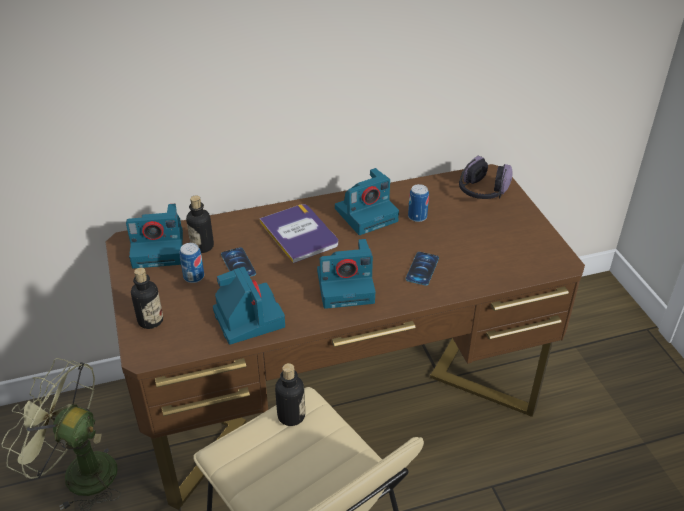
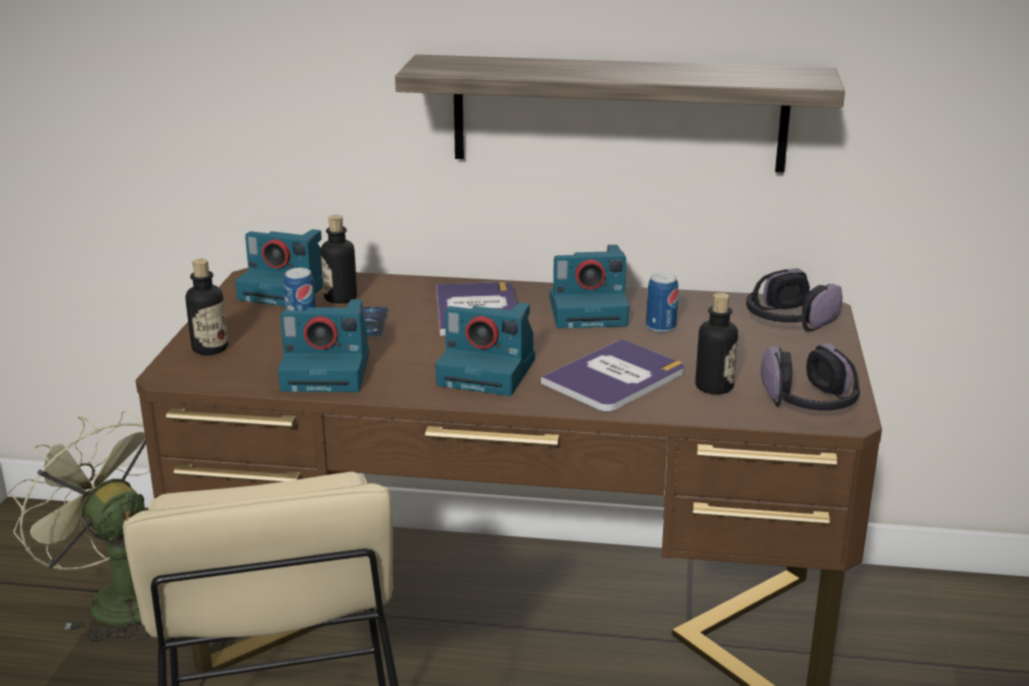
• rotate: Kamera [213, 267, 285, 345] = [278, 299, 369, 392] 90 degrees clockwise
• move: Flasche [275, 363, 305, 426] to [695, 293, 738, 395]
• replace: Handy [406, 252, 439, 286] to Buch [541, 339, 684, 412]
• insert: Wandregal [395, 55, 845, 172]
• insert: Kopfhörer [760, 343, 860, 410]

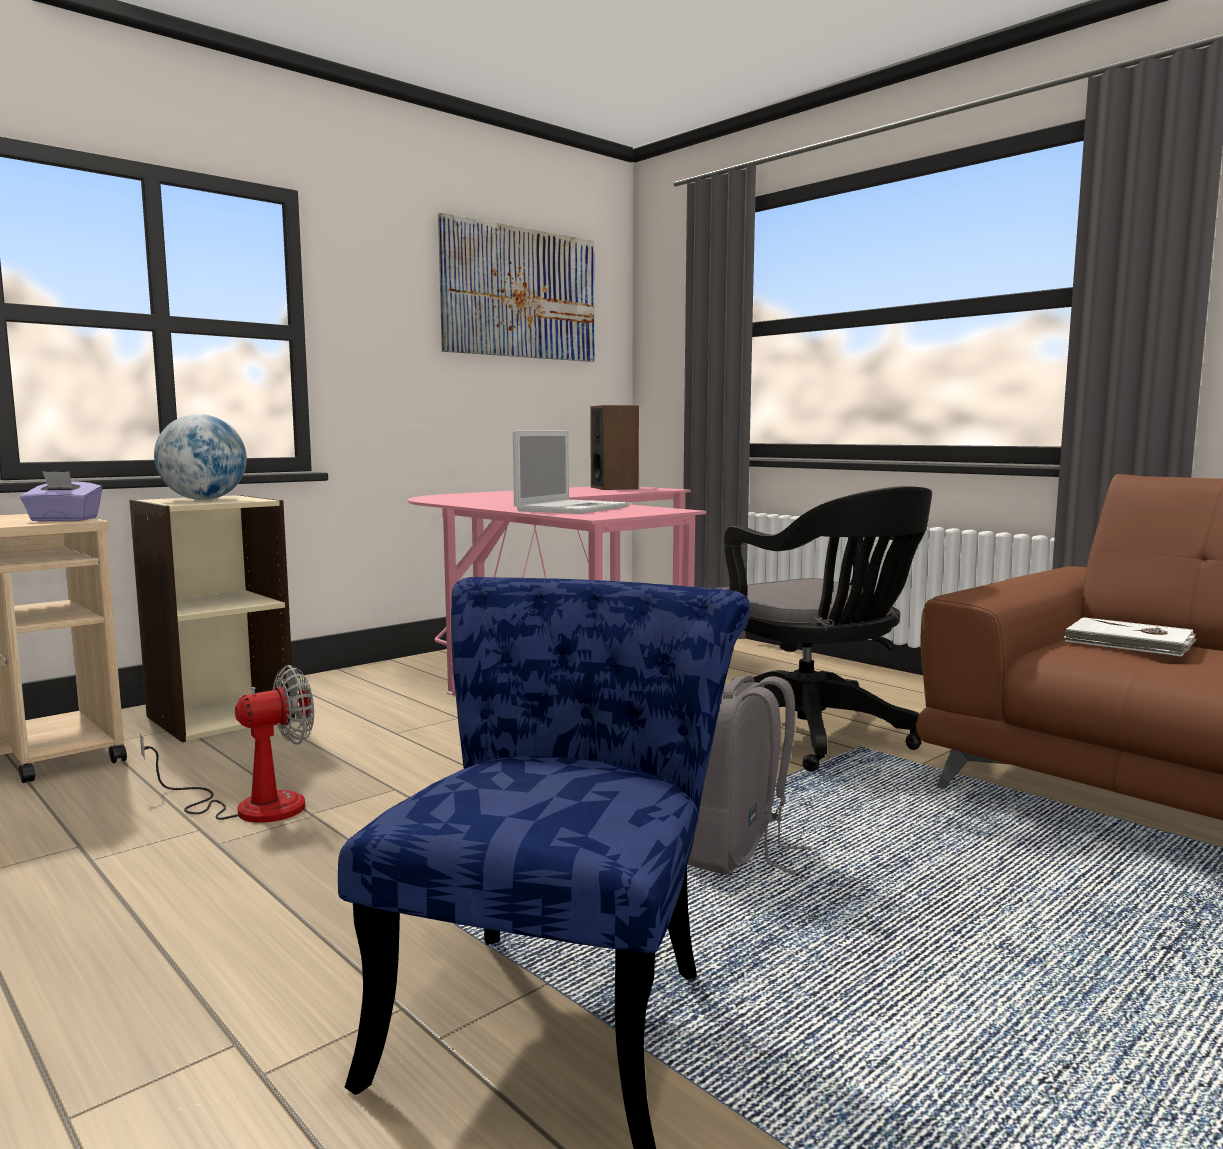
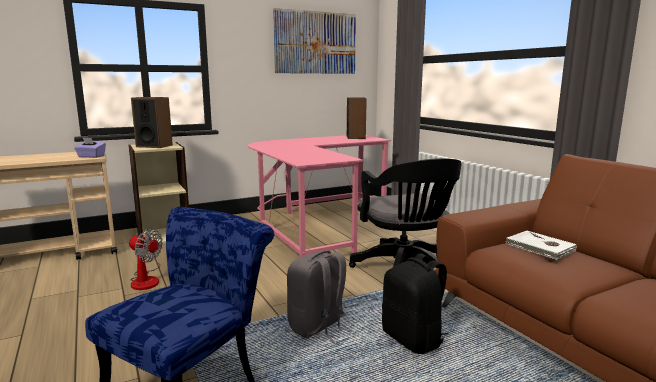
• rotate: Ventilator [140, 665, 314, 823] = [129, 229, 163, 290] 45 degrees clockwise
• replace: Globus [154, 414, 247, 500] to Lautsprecher [131, 97, 173, 148]
• delete: Laptop [513, 430, 629, 514]
• insert: Rucksack (schwarz) [382, 254, 449, 354]

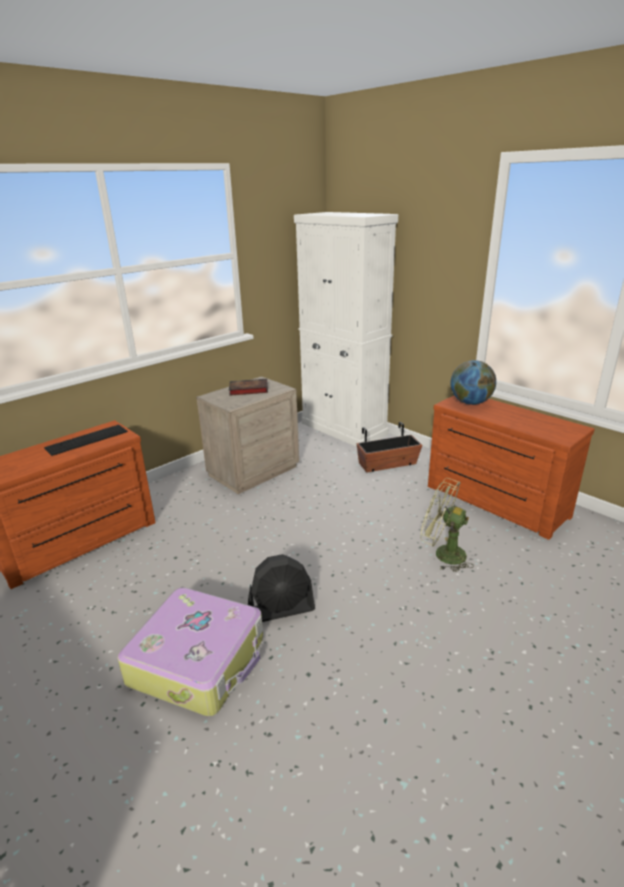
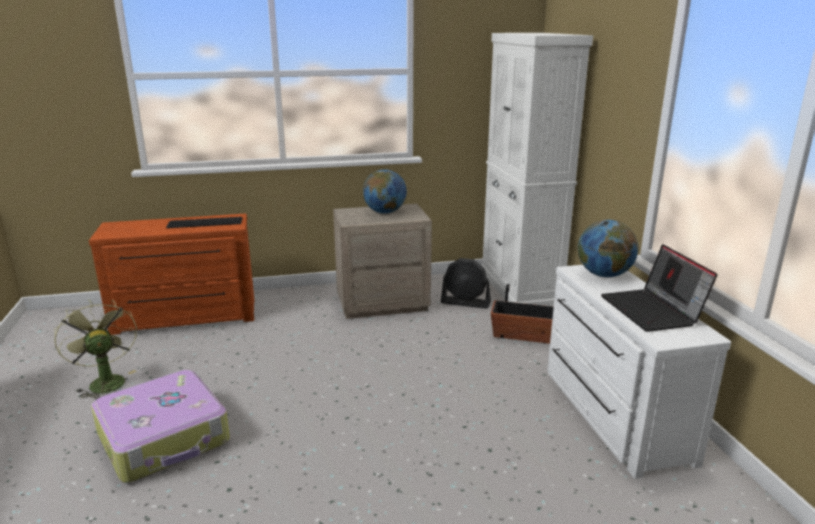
• replace: Buch [229, 379, 268, 396] to Globus [363, 169, 407, 214]
• move: Ventilator (schwarz) [248, 554, 315, 622] to [441, 258, 491, 309]
• move: Ventilator (grün) [421, 478, 474, 572] to [54, 299, 137, 400]
• recolor: Kommode (braun) [428, 396, 595, 540] to Kommode (weiß) [547, 265, 731, 479]
• insert: Laptop [601, 244, 718, 332]

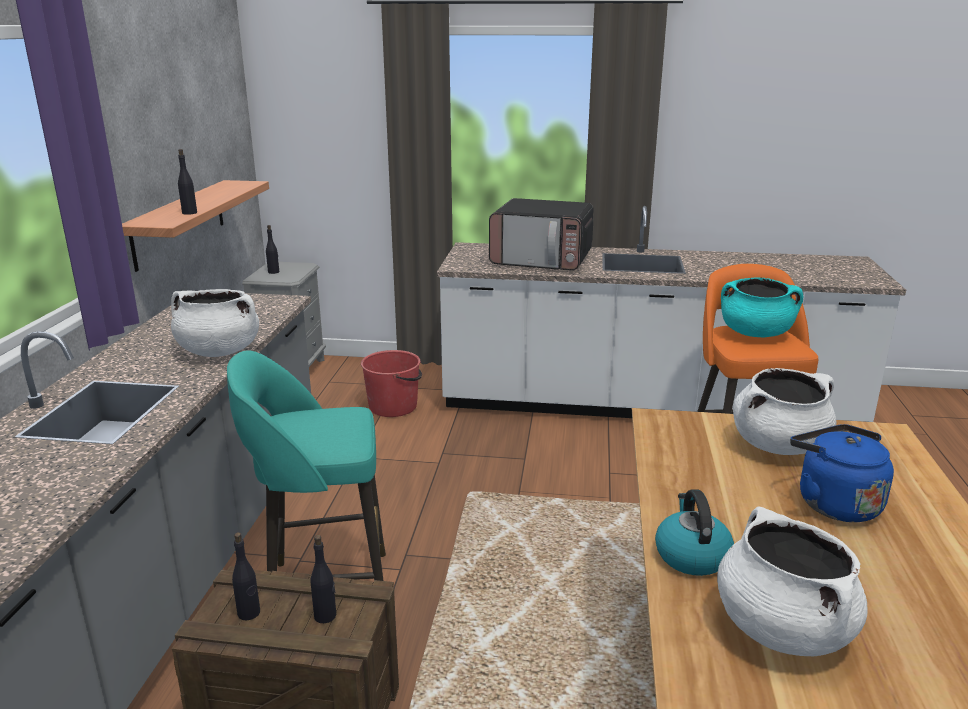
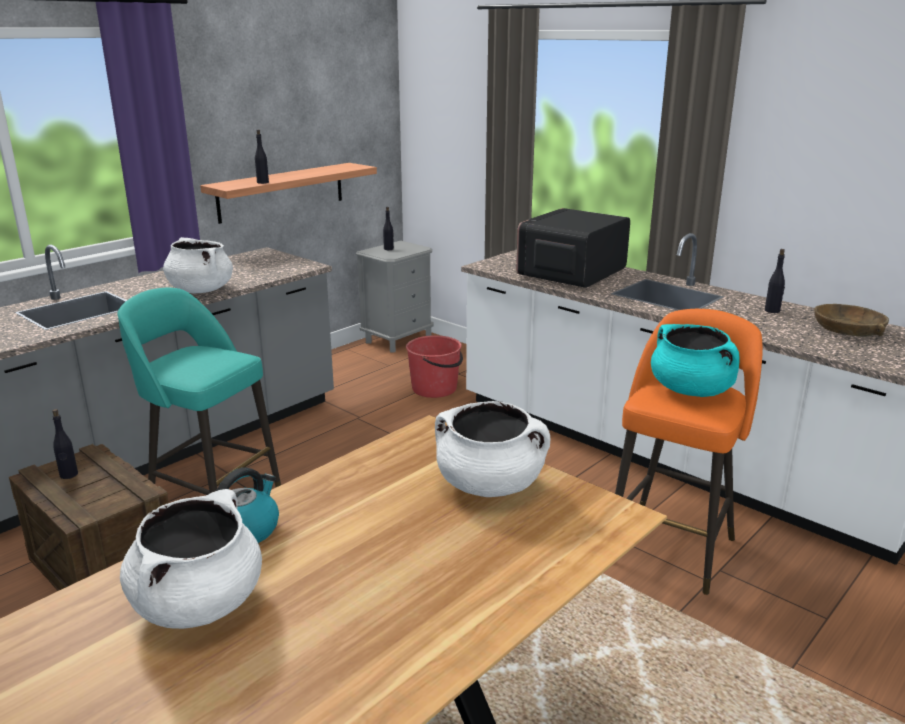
• move: Flasche (schwarz) [310, 535, 336, 623] to [765, 249, 785, 313]
• rotate: Mikrowelle [489, 198, 594, 271] = [516, 208, 630, 288] 75 degrees clockwise
• delete: Wasserkessel (blau) [790, 424, 894, 522]
• insert: Schüssel (braun) [814, 304, 889, 337]

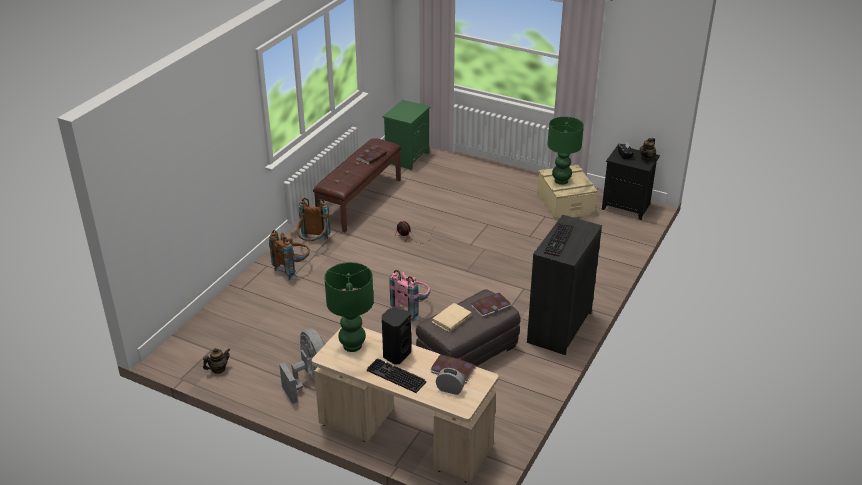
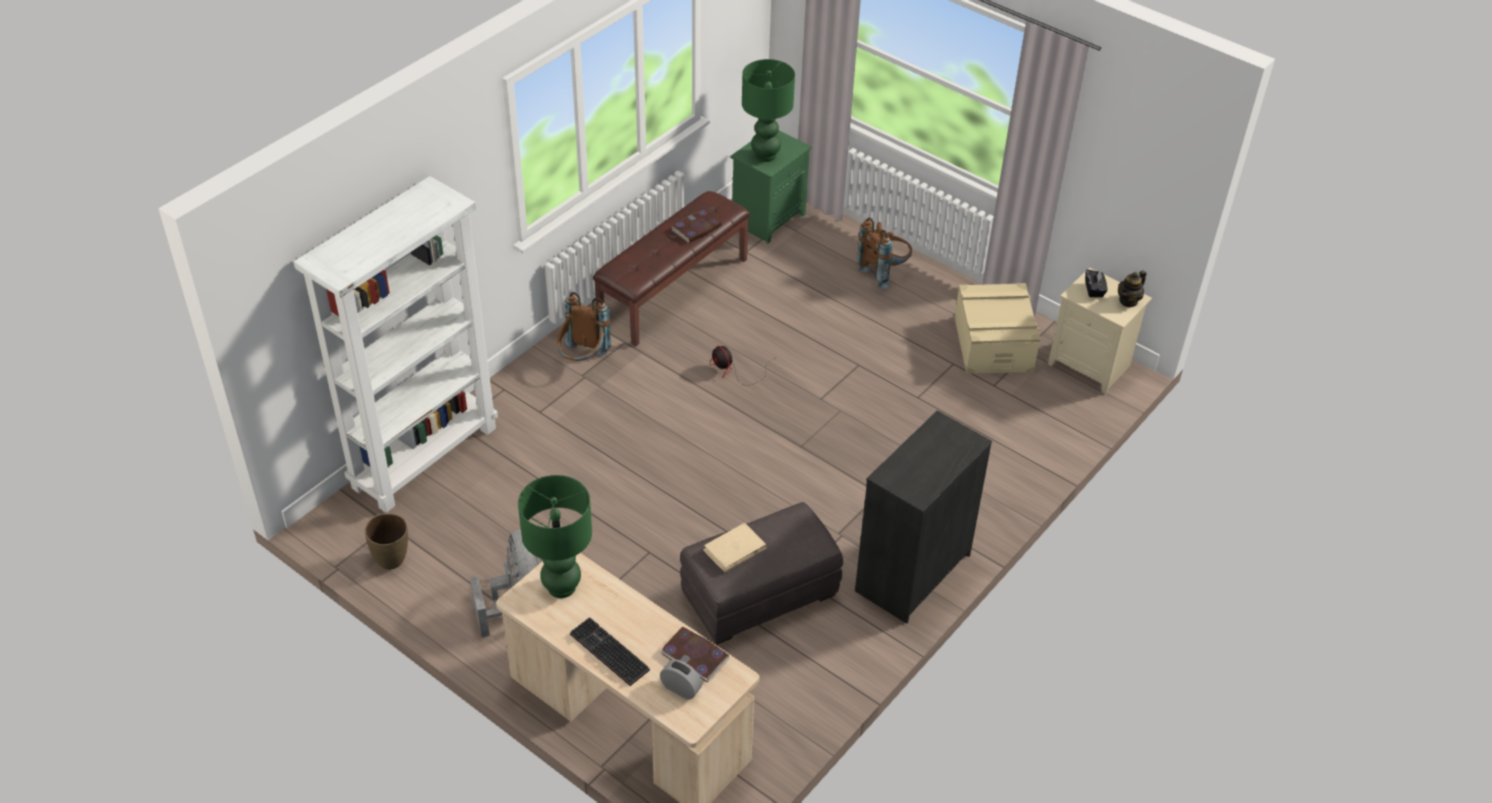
• replace: Teekanne [203, 348, 230, 374] to Vase (braun) [364, 513, 408, 570]
• move: Rucksack (braun) [269, 230, 310, 280] to [857, 218, 912, 289]
• delete: Lautsprecher (schwarz) [382, 307, 411, 365]
• delete: Rucksack (rosa) [389, 270, 430, 322]
• delete: Buch [471, 293, 511, 317]
• delete: Tastatur [544, 223, 573, 256]
• move: Tischlampe (grün) [547, 117, 584, 185] to [742, 59, 795, 162]
• recolor: Nachttisch (schwarz) [602, 145, 660, 220] to Nachttisch (beige) [1048, 267, 1152, 394]
• insert: Bücherregal (weiß) [293, 176, 498, 513]

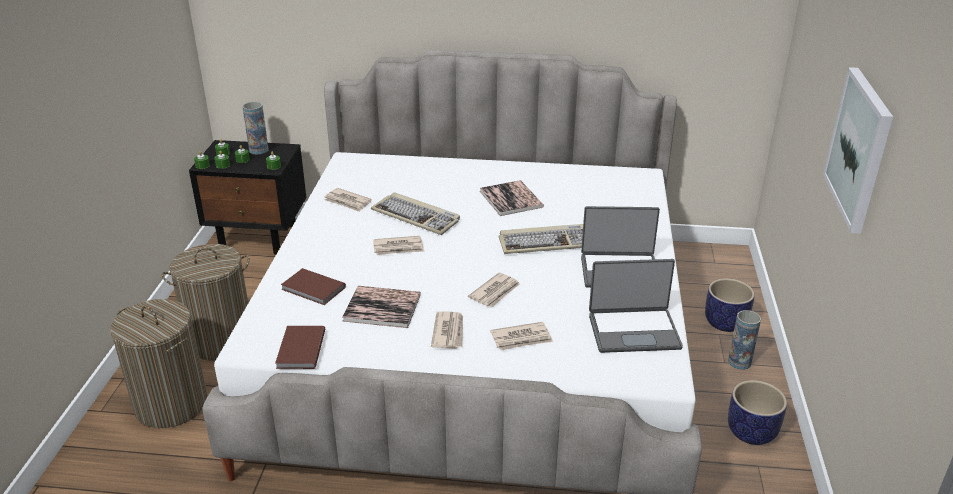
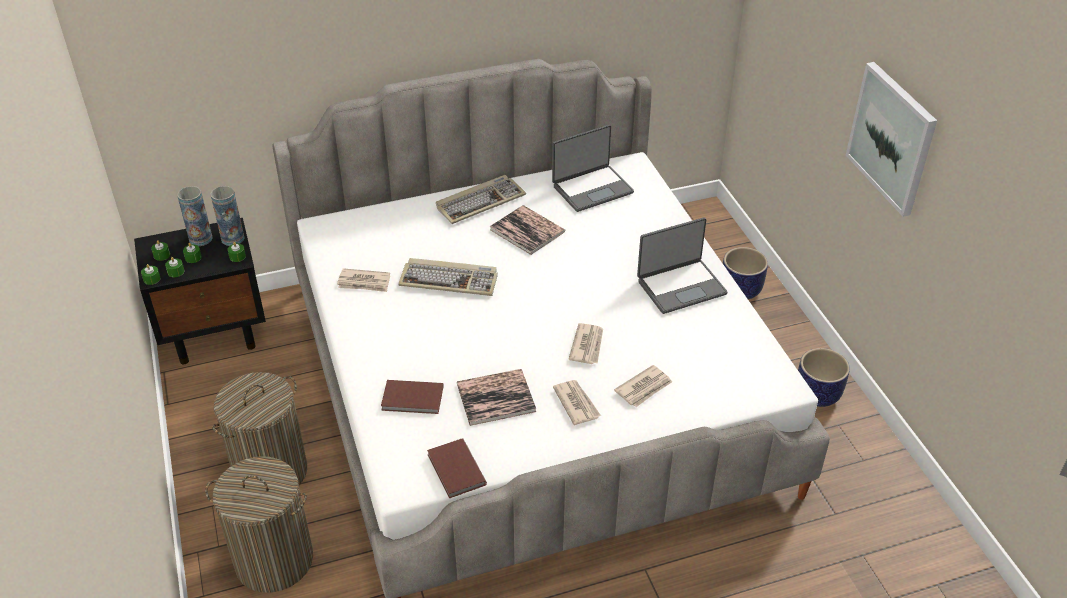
• delete: Zeitung [373, 236, 424, 255]
• move: Tastatur [499, 224, 583, 254] to [436, 175, 526, 224]
• move: Laptop [589, 259, 683, 353] to [552, 125, 634, 212]
• move: Vase [728, 310, 761, 370] to [210, 186, 244, 246]

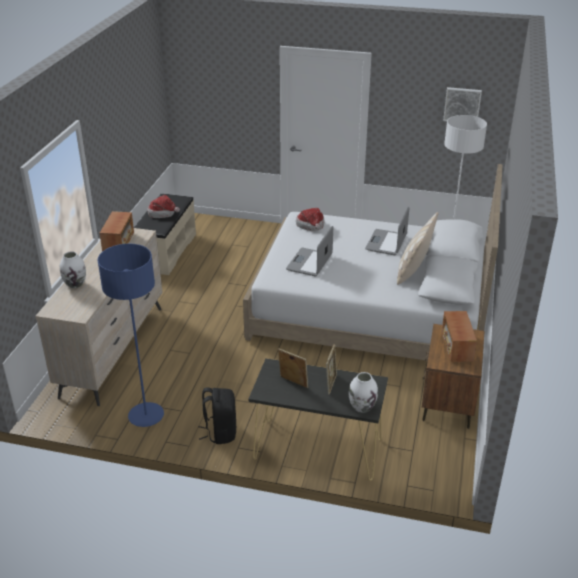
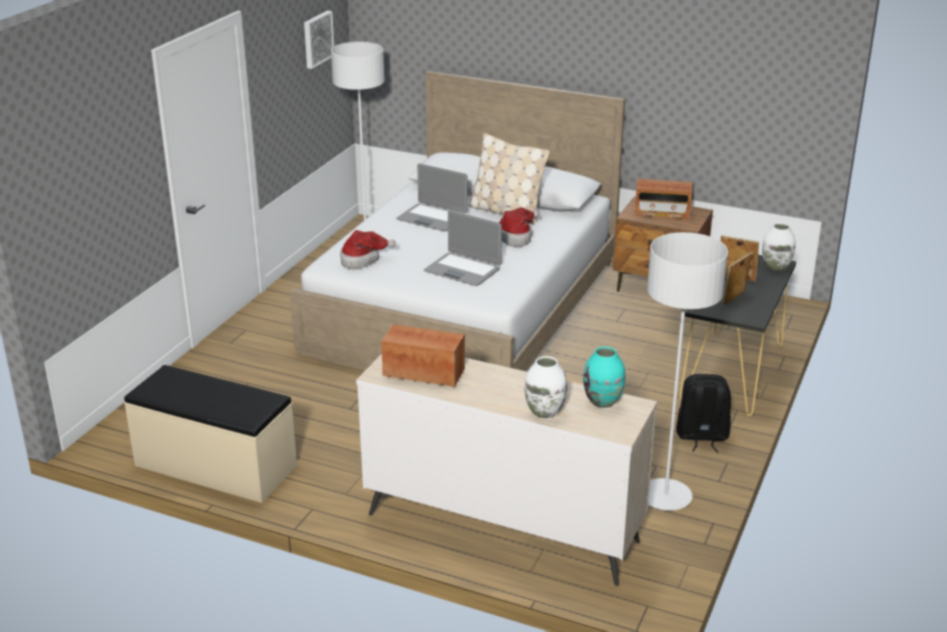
• recolor: Stehlampe (blau) [98, 244, 164, 427] to Stehlampe (grau) [647, 232, 728, 511]
• move: Hut [148, 195, 180, 218] to [498, 207, 540, 247]
• insert: Vase (türkis) [583, 346, 625, 408]

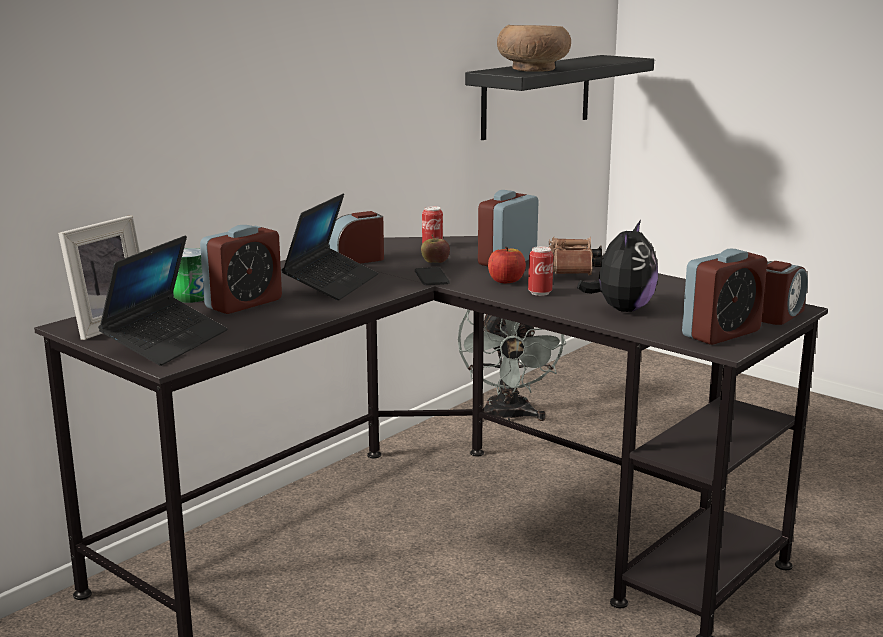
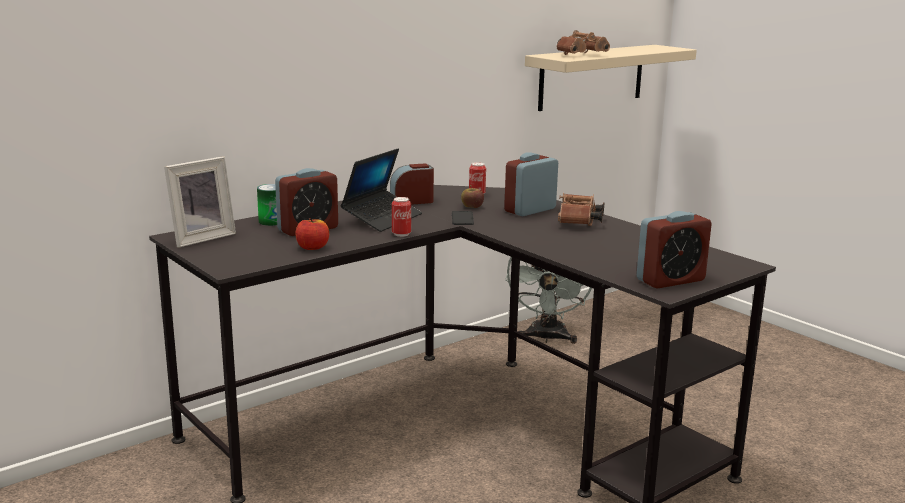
• delete: Laptop [98, 236, 227, 366]
• recolor: Wandregal (schwarz) [465, 55, 654, 140] to Wandregal (beige) [525, 45, 697, 111]
• move: Apfel [488, 247, 526, 283] to [295, 218, 329, 250]
• replace: Schüssel (braun) [497, 25, 571, 72] to Fernglas (braun) [556, 30, 610, 55]
• move: Dose [528, 246, 553, 296] to [392, 197, 411, 237]
• delete: Plüschtier [577, 220, 658, 312]
• delete: Wecker [761, 261, 808, 325]

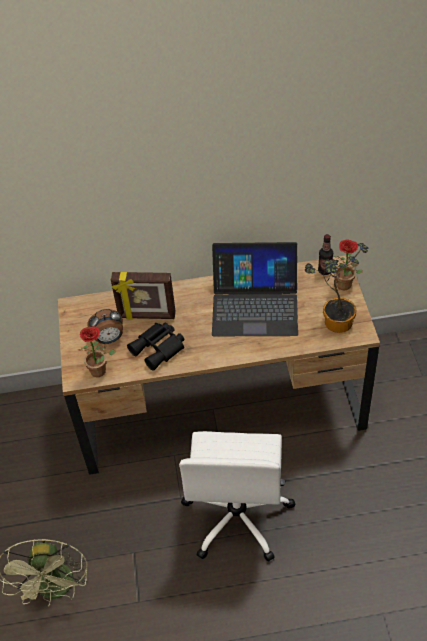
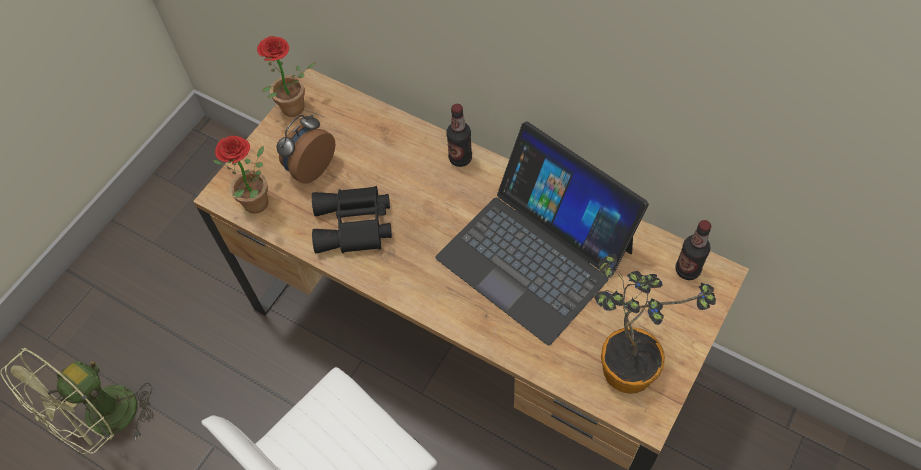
• rotate: Wecker [87, 309, 123, 344] = [277, 114, 336, 184] 105 degrees clockwise
• delete: Bilderrahmen [111, 272, 176, 319]
• move: Topfpflanze [332, 239, 363, 291] to [257, 36, 316, 117]
• insert: Flasche [446, 104, 472, 167]

